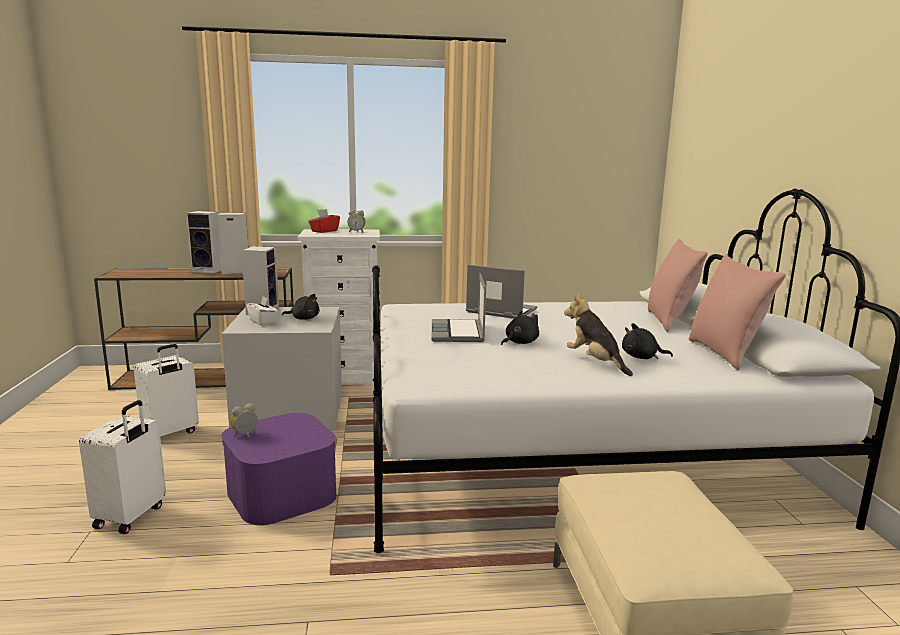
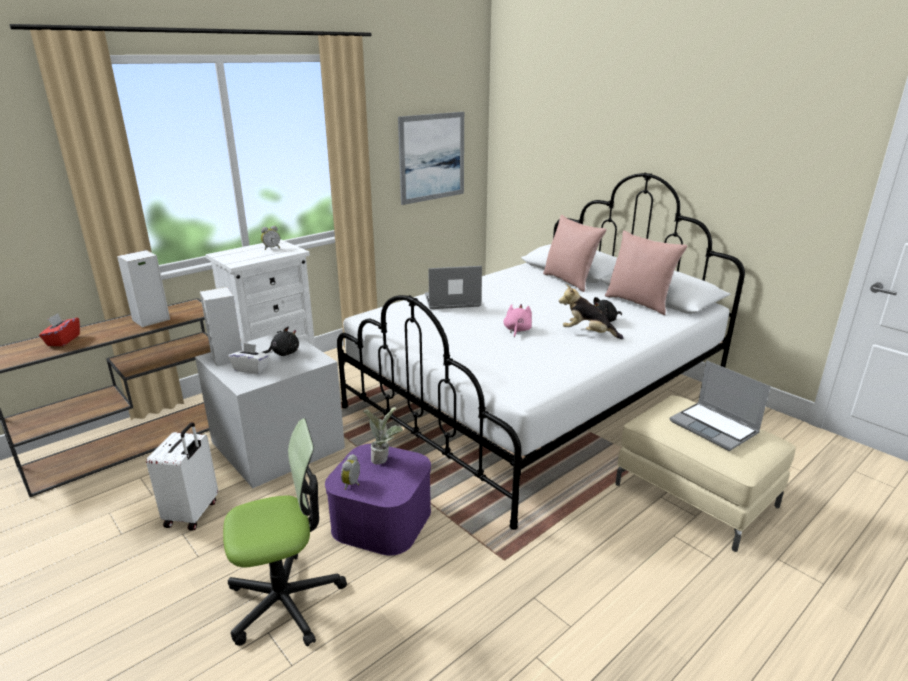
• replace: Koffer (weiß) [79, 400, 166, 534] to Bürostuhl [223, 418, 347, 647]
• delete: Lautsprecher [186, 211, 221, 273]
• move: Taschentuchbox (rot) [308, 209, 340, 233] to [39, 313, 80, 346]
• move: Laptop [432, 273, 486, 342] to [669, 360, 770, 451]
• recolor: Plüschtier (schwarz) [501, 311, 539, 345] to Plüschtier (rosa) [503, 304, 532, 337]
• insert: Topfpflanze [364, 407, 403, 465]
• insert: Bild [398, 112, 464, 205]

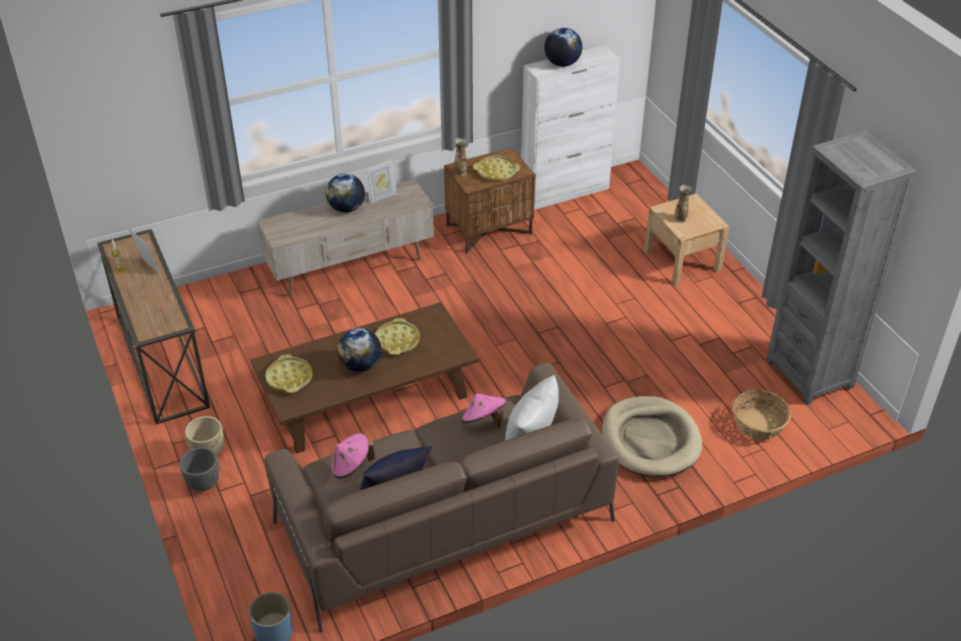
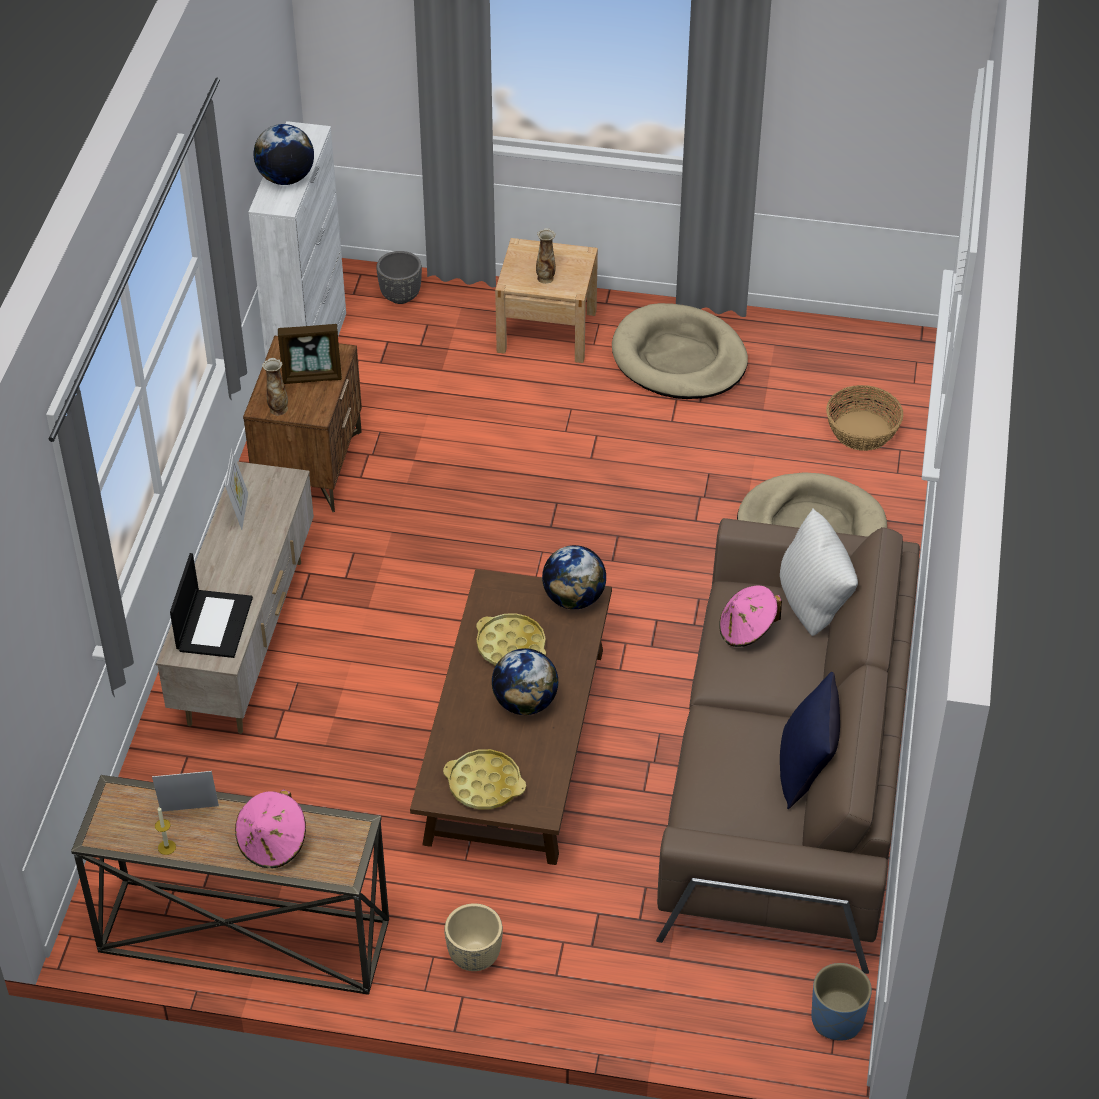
• move: Pflanzkübel (grau) [179, 447, 219, 491] to [376, 251, 422, 304]
• move: Globus [326, 173, 365, 213] to [542, 545, 606, 609]
• move: Hut (rosa) [330, 433, 375, 478] to [235, 789, 306, 868]
• replace: Tablett (gelb) [473, 155, 520, 181] to Bilderrahmen [278, 324, 342, 384]
• delete: Bücherregal (grau) [766, 131, 917, 405]
• insert: Laptop [170, 553, 253, 658]
• insert: Hundebett (beige) [612, 303, 748, 399]

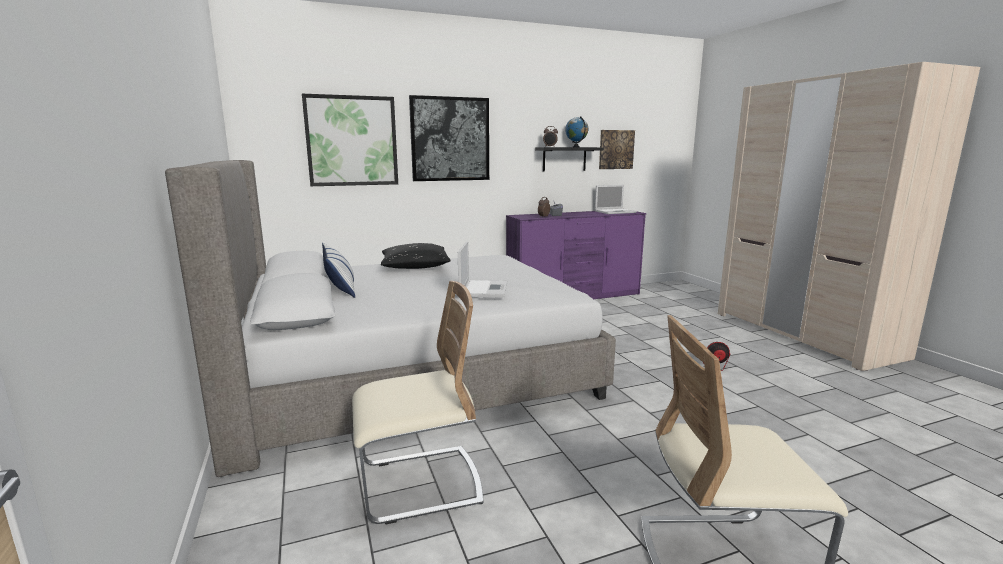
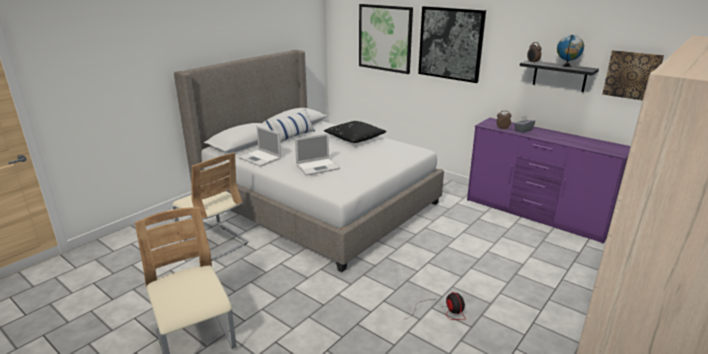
• move: Laptop [595, 185, 636, 214] to [238, 126, 281, 167]

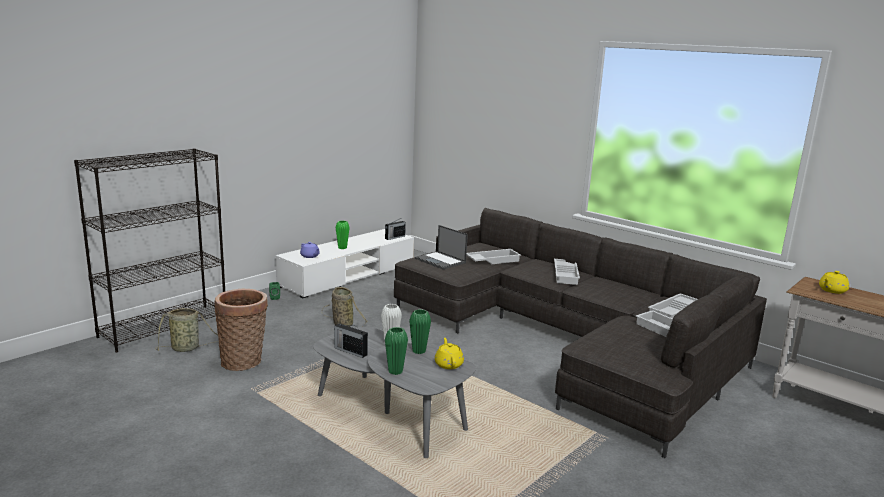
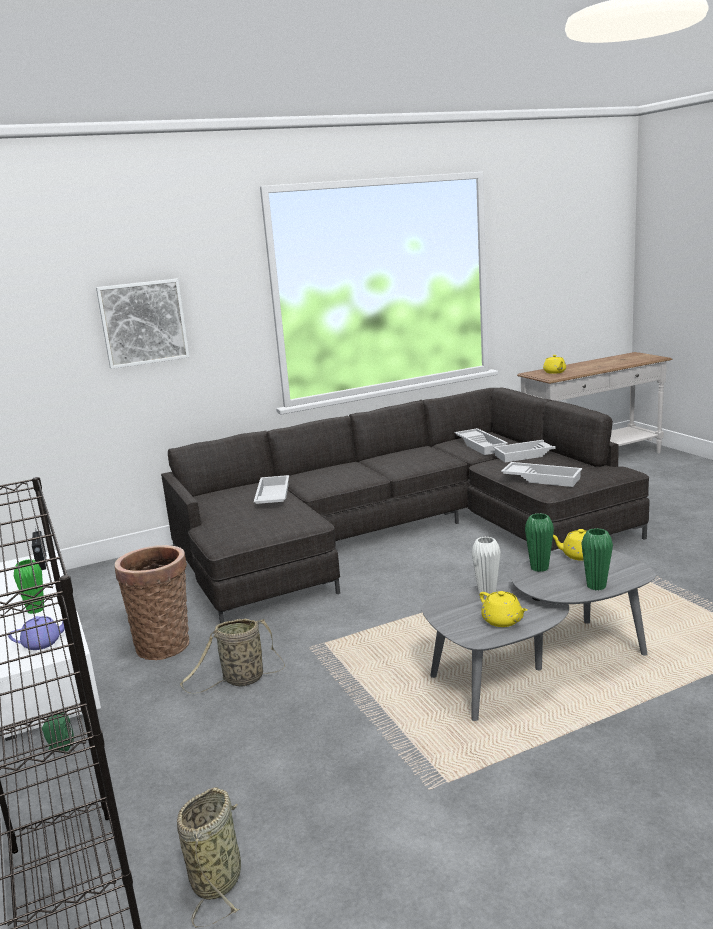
• move: Korb [214, 289, 268, 371] to [115, 545, 189, 660]
• replace: Radio [334, 323, 368, 358] to Teekanne (gelb) [480, 591, 527, 627]
• delete: Laptop [415, 225, 468, 269]
• move: Tablett (weiß) [554, 259, 580, 285] to [501, 462, 582, 487]
• insert: Bild [96, 279, 189, 369]

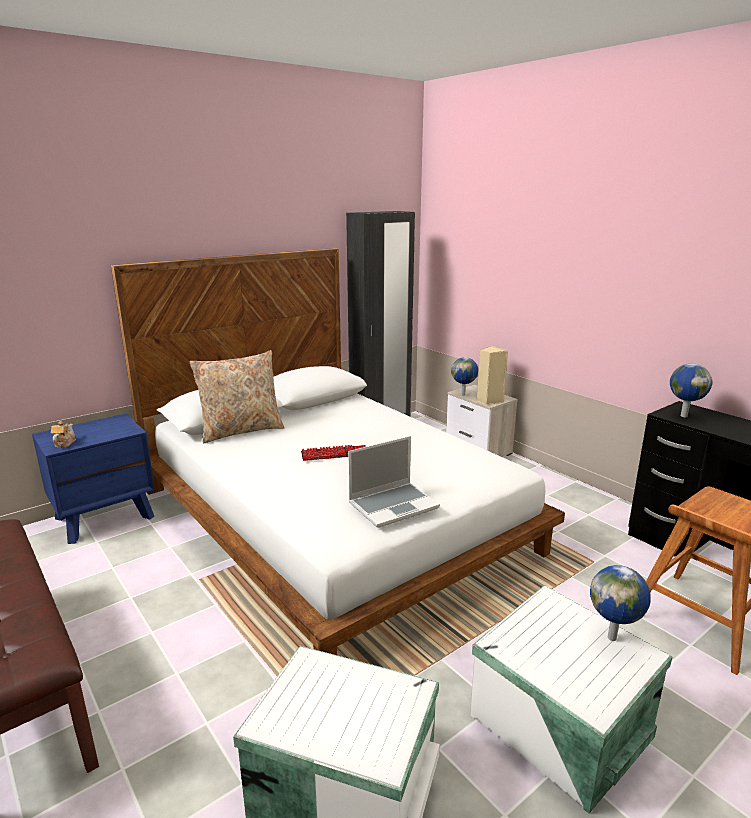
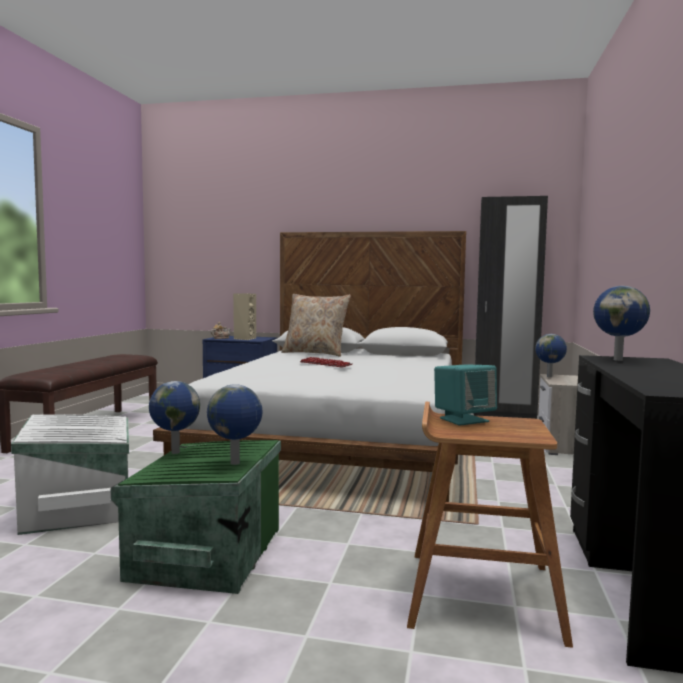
• delete: Laptop [348, 436, 440, 528]
• recolor: Aufbewahrungsbox (weiß) [470, 585, 672, 813] to Aufbewahrungsbox (grün) [115, 440, 281, 594]
• move: Lautsprecher (beige) [476, 346, 508, 405] to [233, 293, 256, 340]
• insert: Globus [149, 381, 200, 454]
• insert: Lautsprecher (türkis) [434, 364, 497, 426]

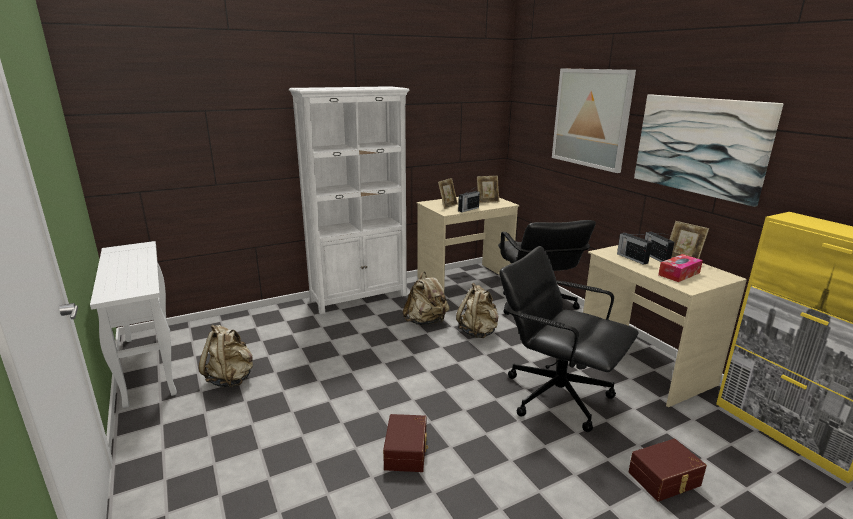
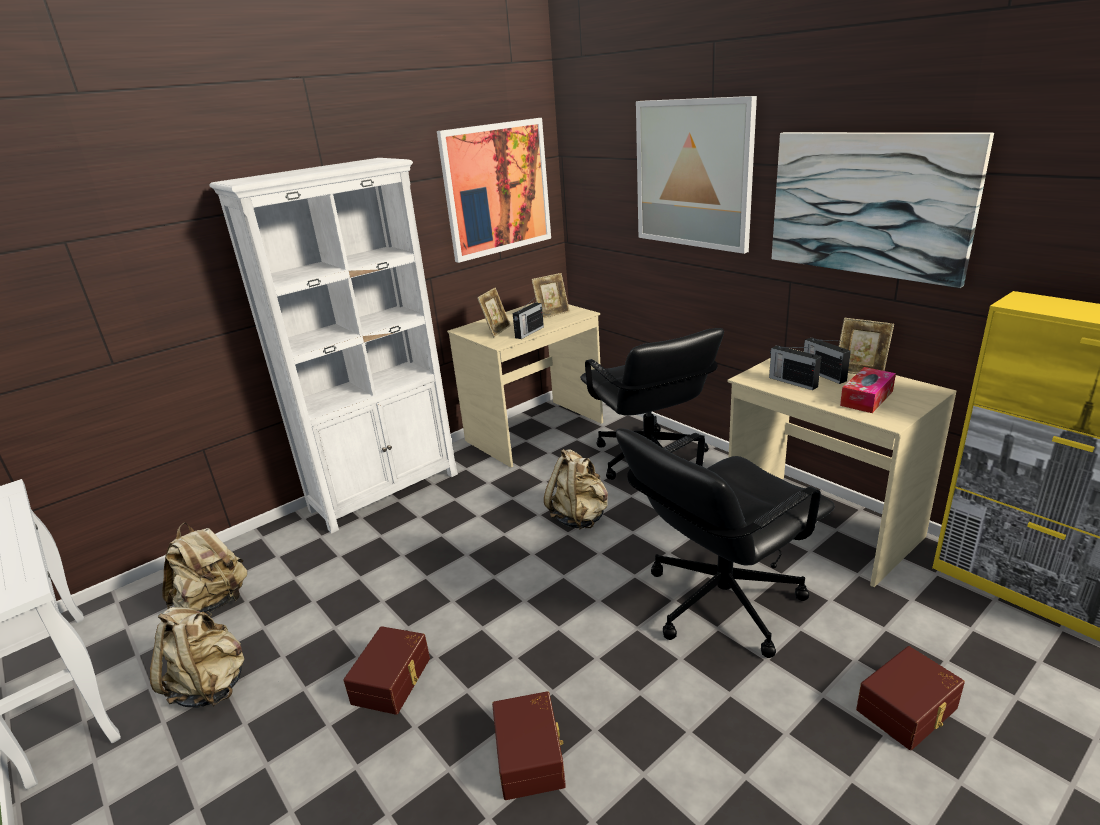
• move: Rucksack (beige) [403, 272, 449, 325] to [162, 523, 247, 613]
• rotate: Bürostuhl (schwarz) [499, 246, 639, 432] = [616, 428, 835, 658] 60 degrees counterclockwise
• insert: Aufbewahrungsbox (braun) [344, 626, 430, 715]
• insert: Bild [437, 118, 551, 263]

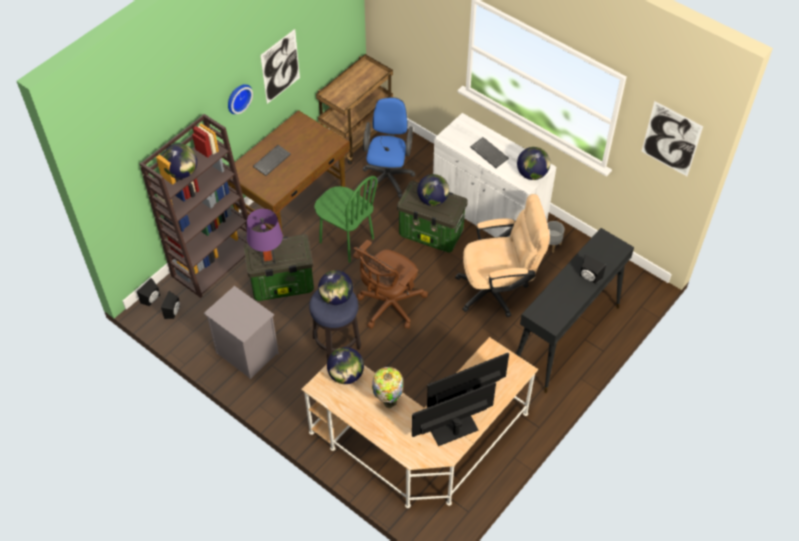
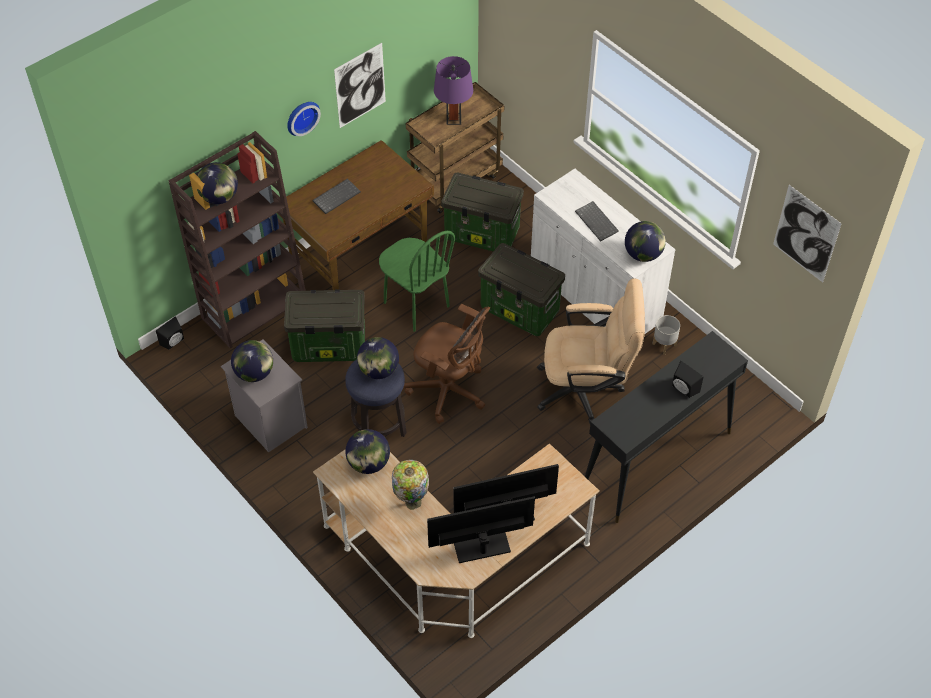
• delete: Lautsprecher (schwarz) [161, 291, 180, 319]
• move: Tischlampe (lila) [247, 209, 283, 266] to [434, 56, 473, 125]
• rotate: Bürostuhl (braun) [353, 240, 428, 329] = [404, 304, 490, 424] 105 degrees counterclockwise
• replace: Bürostuhl (blau) [363, 97, 415, 198] to Aufbewahrungsbox [441, 172, 524, 251]
• move: Globus [417, 174, 449, 206] to [231, 340, 273, 382]

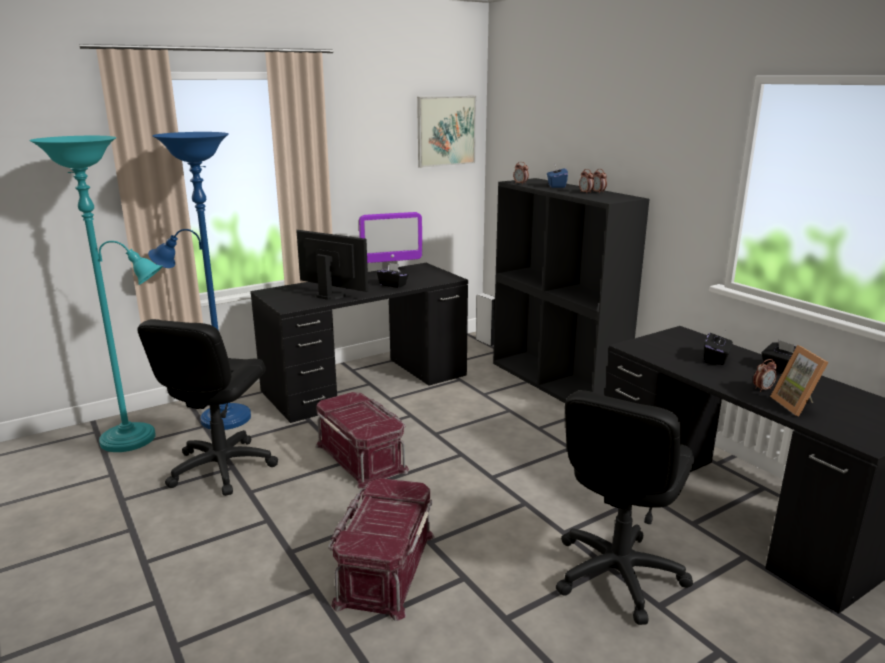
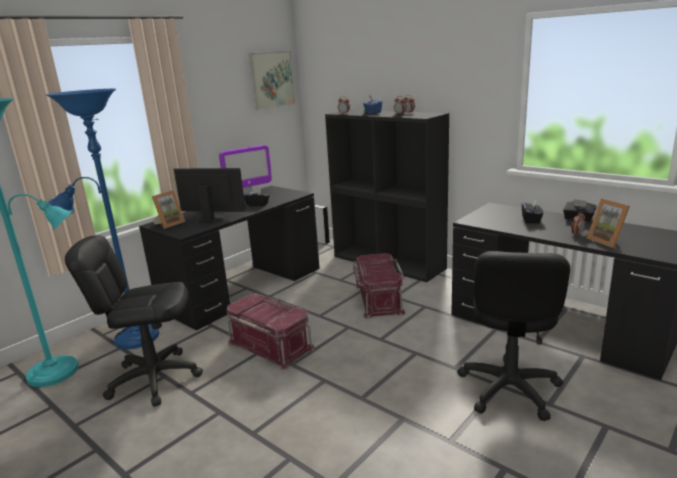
• rotate: Bürostuhl (schwarz) [137, 319, 278, 496] = [65, 236, 203, 407] 90 degrees clockwise
• move: Aufbewahrungsbox (rot) [328, 478, 434, 621] to [353, 253, 405, 319]
• insert: Bilderrahmen [152, 190, 186, 229]

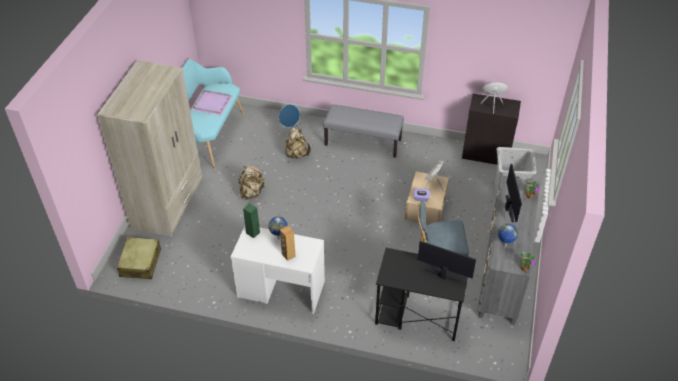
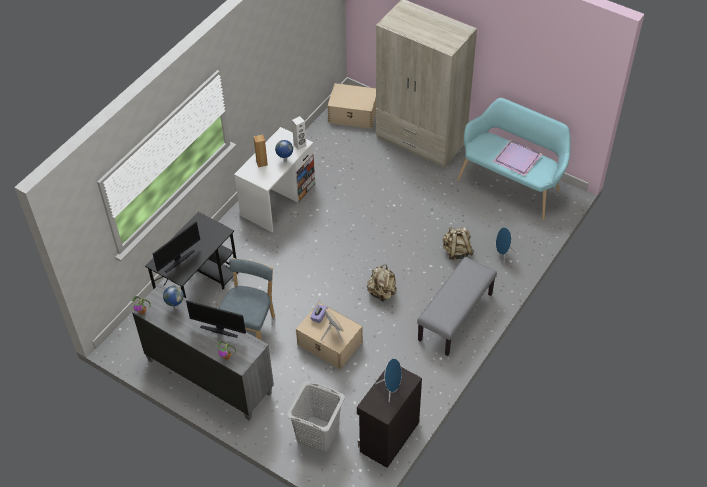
• replace: Koffer (beige) [117, 237, 161, 279] to Aufbewahrungsbox (beige) [328, 83, 376, 129]
• move: Rucksack (beige) [238, 166, 265, 200] to [367, 265, 397, 302]
• recolor: Lautsprecher (grün) [243, 203, 260, 238] to Lautsprecher (weiß) [292, 116, 306, 150]

